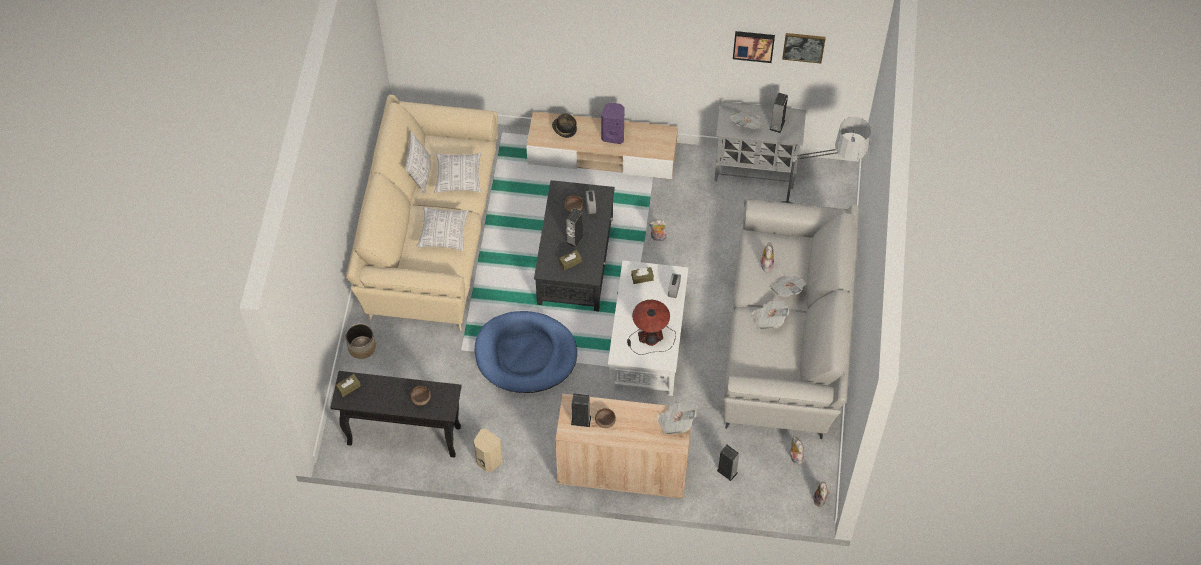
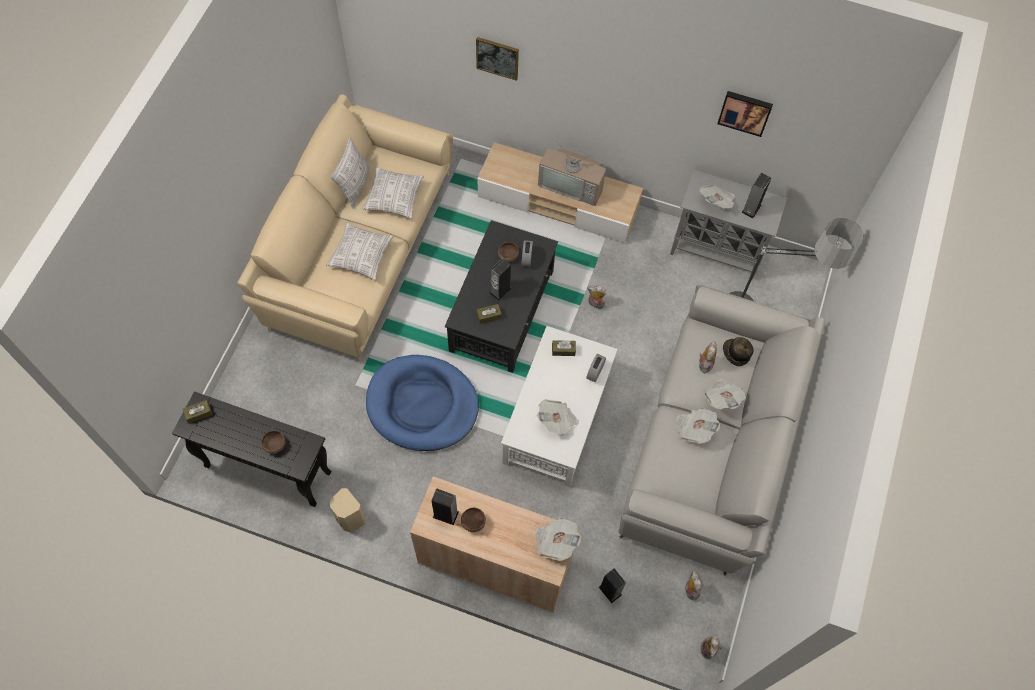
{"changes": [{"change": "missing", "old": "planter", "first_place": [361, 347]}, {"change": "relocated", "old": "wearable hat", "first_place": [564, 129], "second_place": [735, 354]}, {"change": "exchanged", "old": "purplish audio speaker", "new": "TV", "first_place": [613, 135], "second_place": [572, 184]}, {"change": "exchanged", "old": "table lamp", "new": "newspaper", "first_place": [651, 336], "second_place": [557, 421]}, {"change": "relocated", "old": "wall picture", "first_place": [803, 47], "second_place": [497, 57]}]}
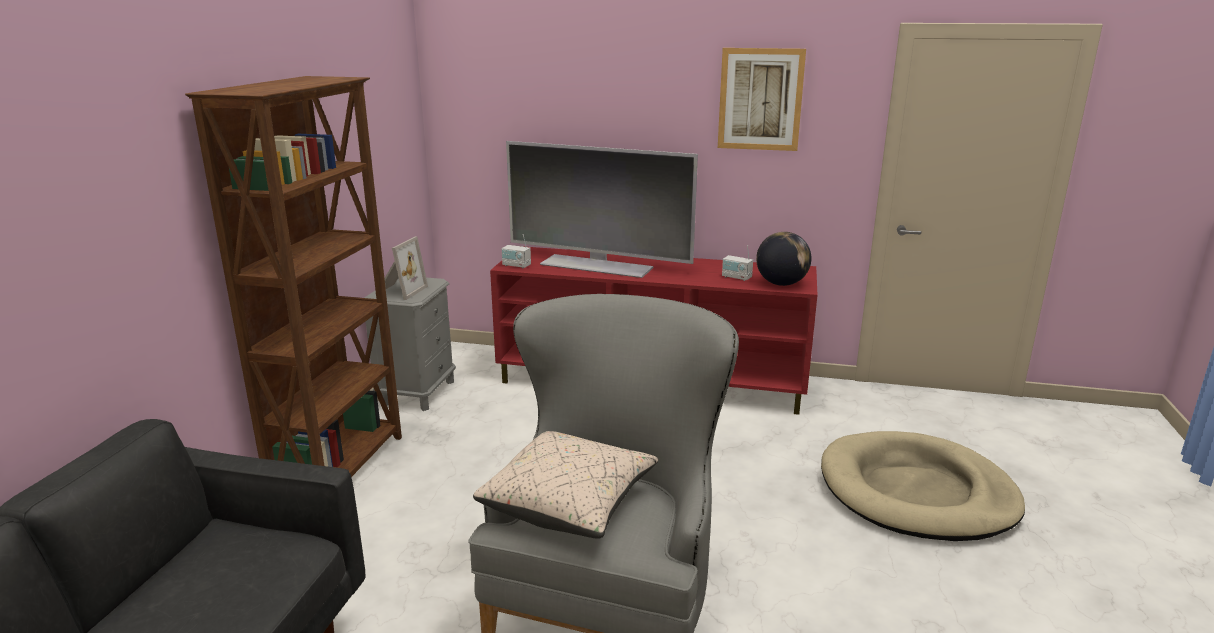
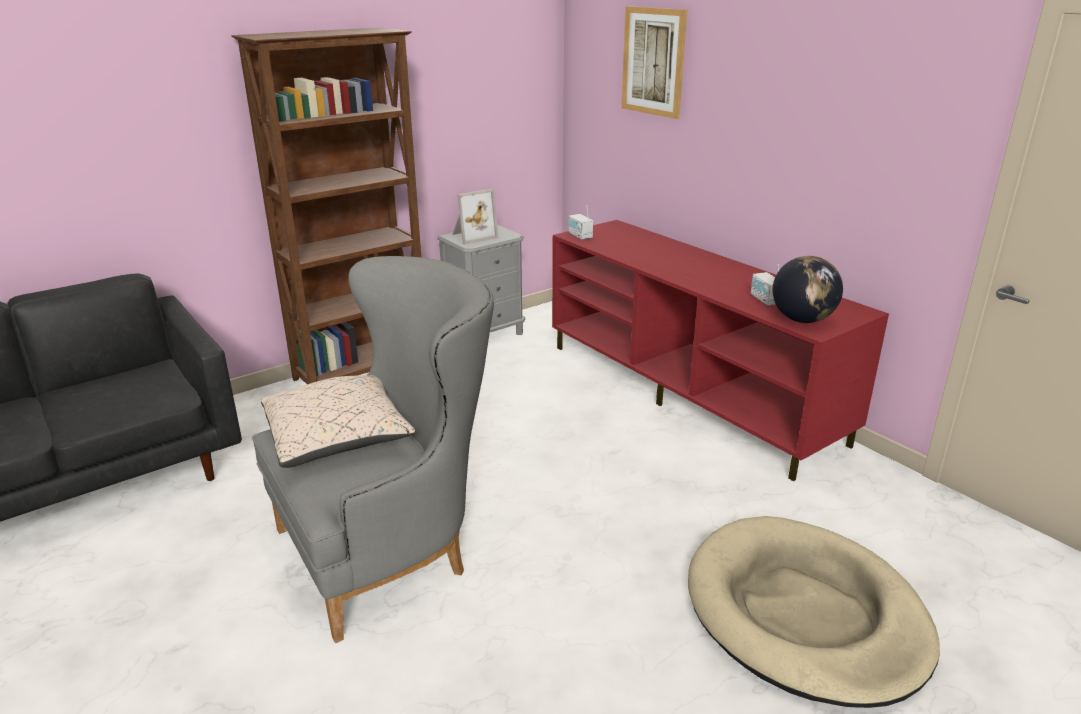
{"changes": [{"change": "missing", "old": "TV", "first_place": [597, 265]}, {"change": "relocated", "old": "wall picture", "first_place": [760, 99], "second_place": [653, 62]}]}
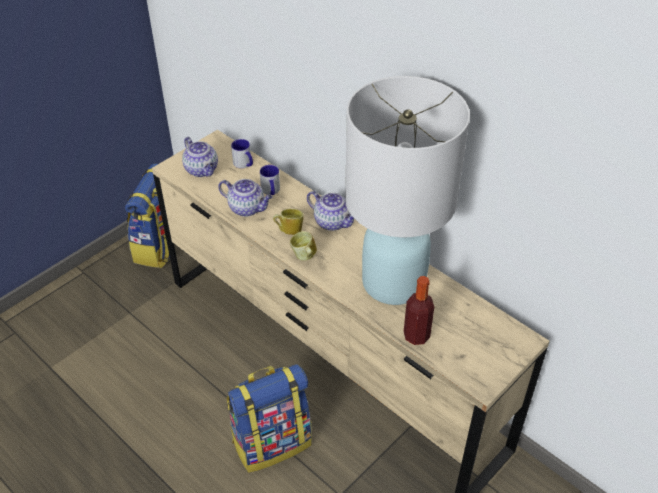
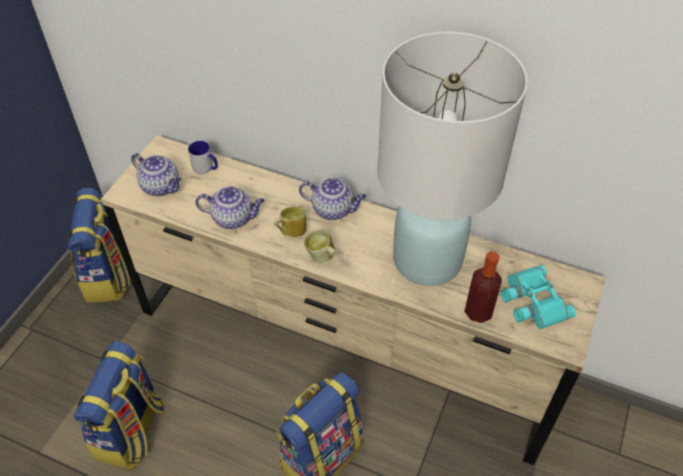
{"changes": [{"change": "missing", "old": "coffee mug", "first_place": [271, 191]}, {"change": "appeared", "new": "backpack", "second_place": [132, 432]}, {"change": "appeared", "new": "turquoise-coloured field glasses", "second_place": [532, 301]}]}
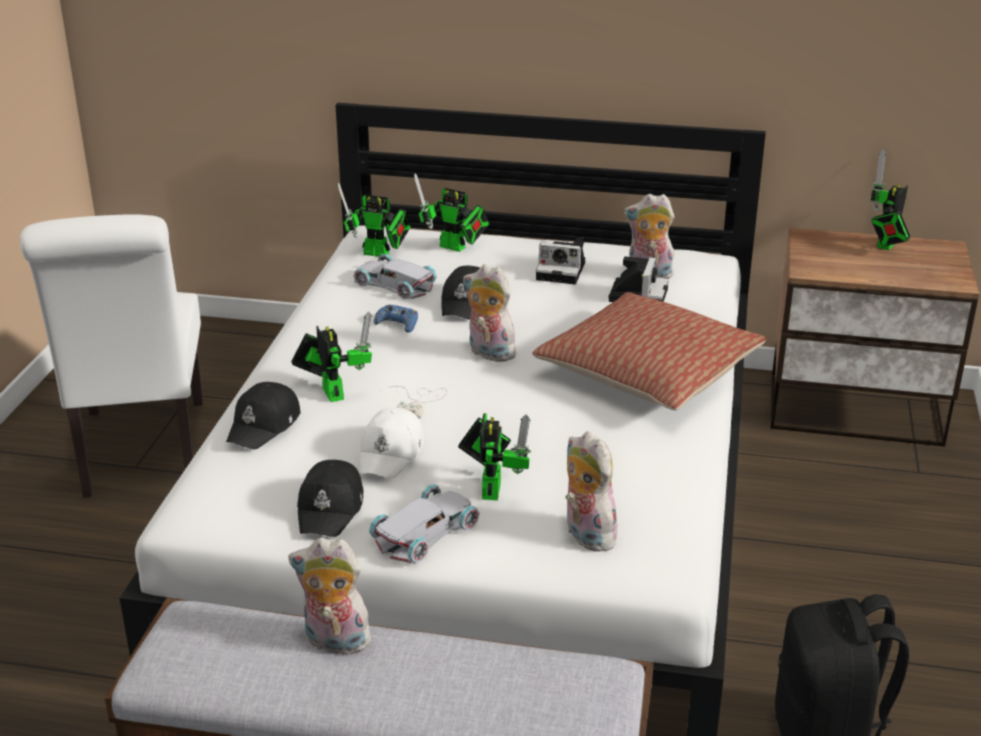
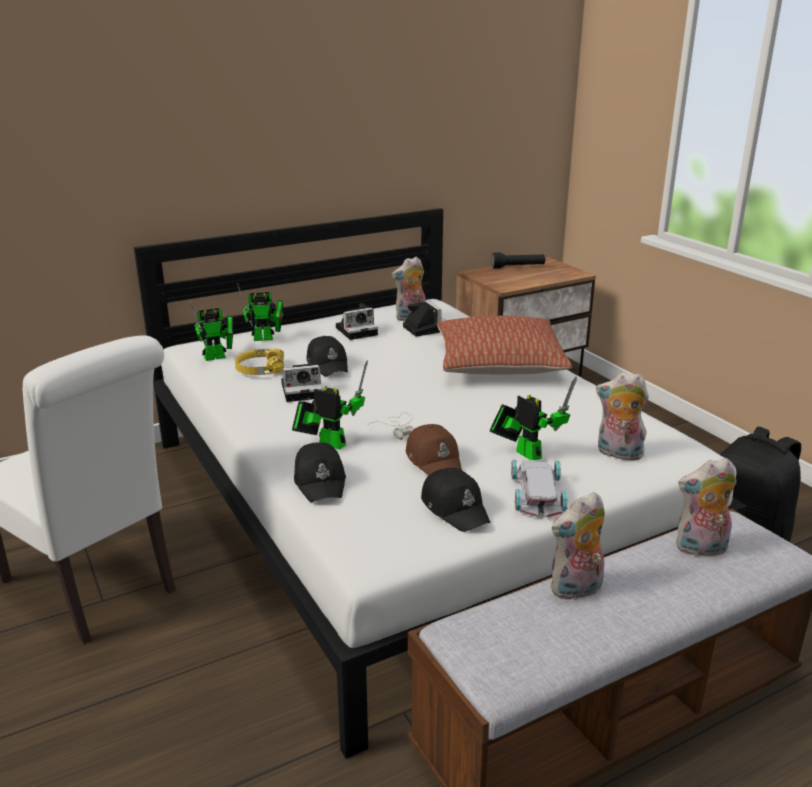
{"changes": [{"change": "exchanged", "old": "whitish model car", "new": "yellowish headset", "first_place": [395, 283], "second_place": [260, 369]}, {"change": "colour", "old": "whitish peaked cap", "new": "brownish peaked cap", "first_place": [392, 453], "second_place": [434, 460]}, {"change": "exchanged", "old": "bluish joypad", "new": "photo camera", "first_place": [397, 323], "second_place": [303, 390]}, {"change": "relocated", "old": "soft toy", "first_place": [488, 353], "second_place": [700, 549]}, {"change": "exchanged", "old": "robot figure", "new": "blackish flashlight", "first_place": [885, 246], "second_place": [518, 267]}]}
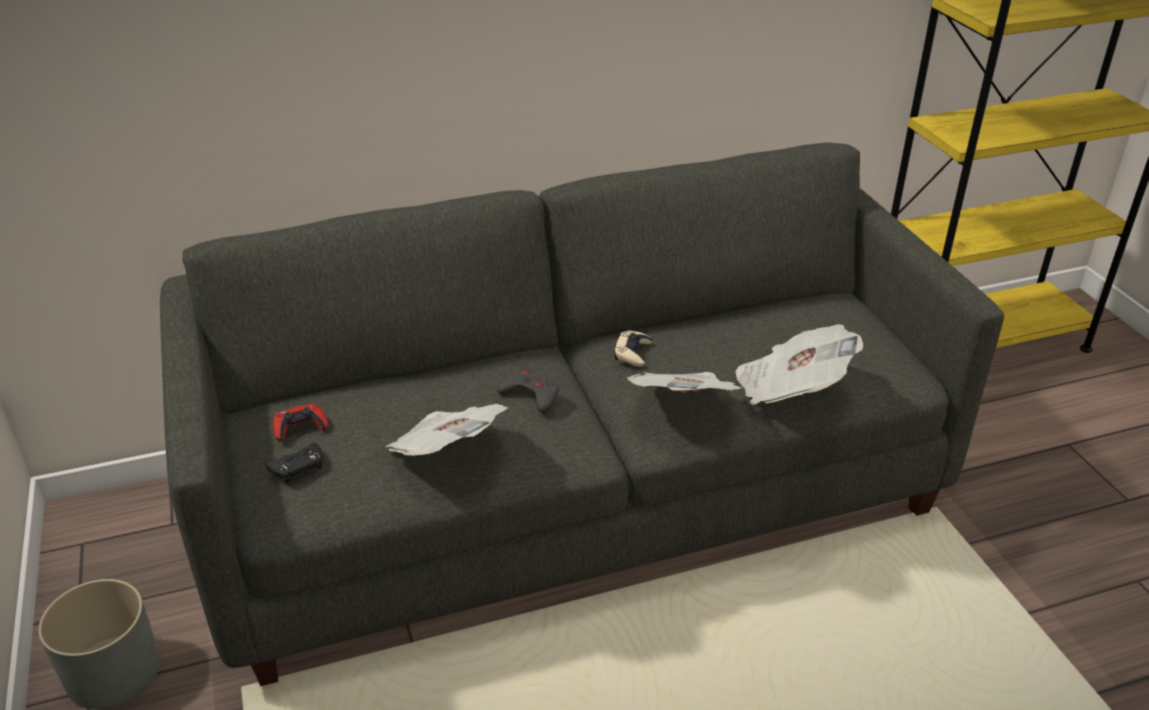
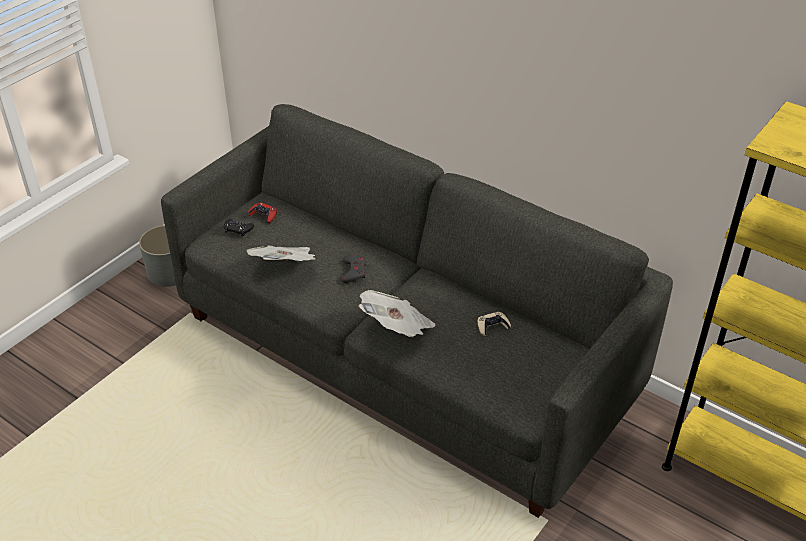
{"changes": [{"change": "relocated", "old": "beige-coloured joypad", "first_place": [632, 353], "second_place": [492, 326]}, {"change": "missing", "old": "newspaper", "first_place": [791, 388]}]}
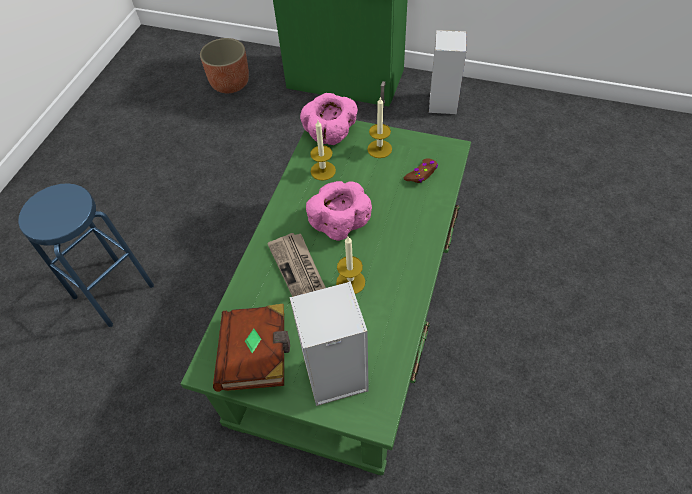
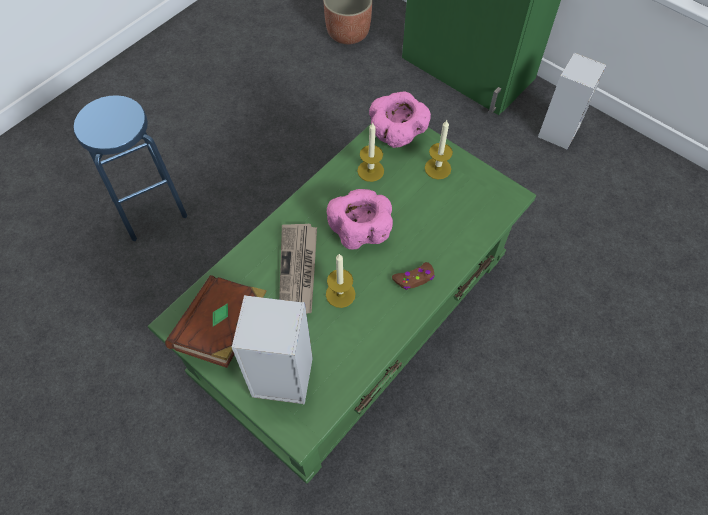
{"changes": [{"change": "relocated", "old": "brownish joypad", "first_place": [421, 174], "second_place": [414, 279]}]}
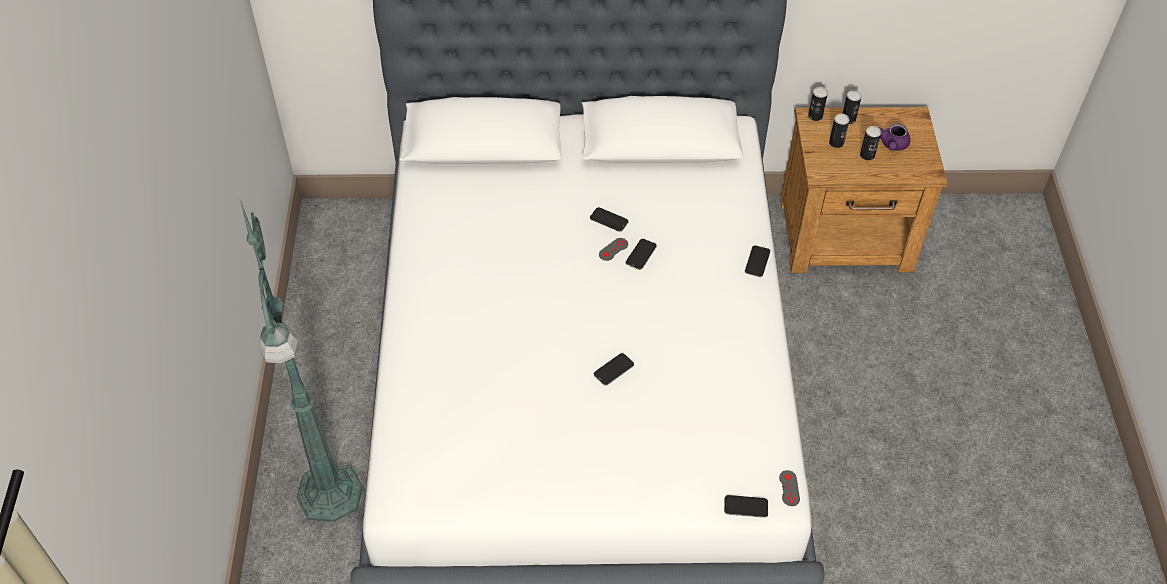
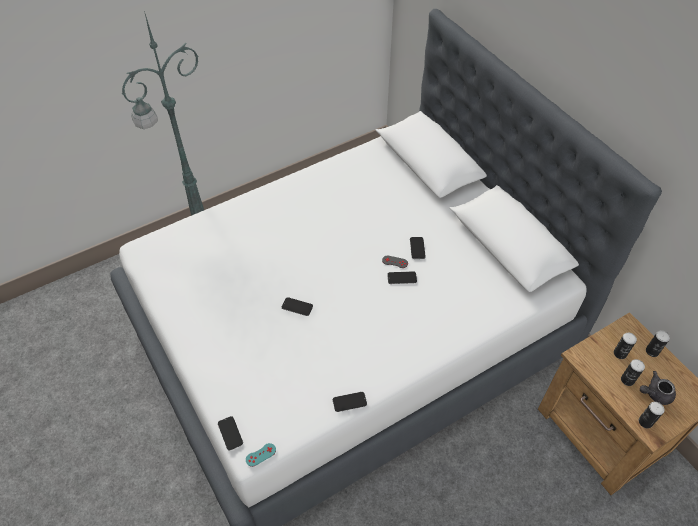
{"changes": [{"change": "relocated", "old": "phone", "first_place": [757, 262], "second_place": [349, 402]}, {"change": "colour", "old": "gray joypad", "new": "turquoise-coloured joypad", "first_place": [789, 488], "second_place": [260, 455]}, {"change": "relocated", "old": "metal can", "first_place": [815, 116], "second_place": [645, 422]}, {"change": "colour", "old": "purplish pot for tea", "new": "gray pot for tea", "first_place": [892, 145], "second_place": [655, 393]}]}
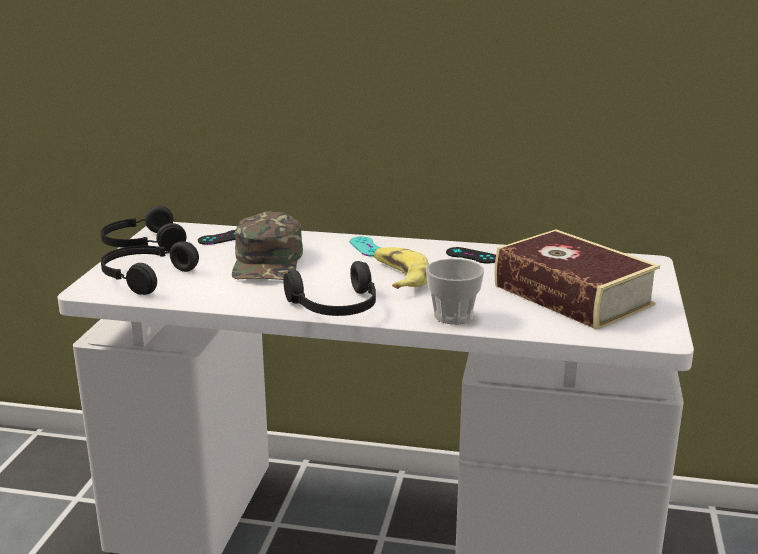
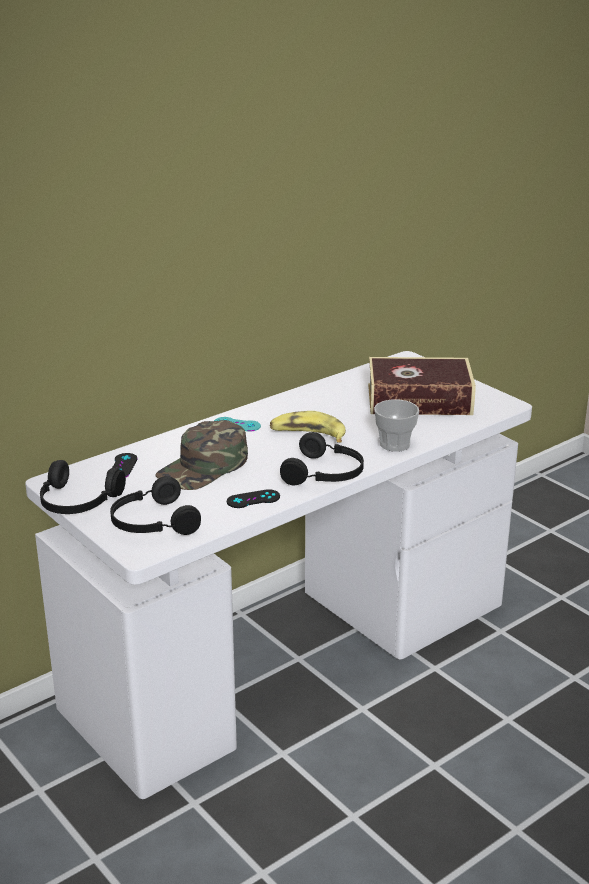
{"changes": [{"change": "spun", "old": "greenish peaked cap", "first_place": [268, 262], "second_place": [204, 467], "degrees": 90}, {"change": "relocated", "old": "blackish joypad", "first_place": [472, 256], "second_place": [253, 499]}]}
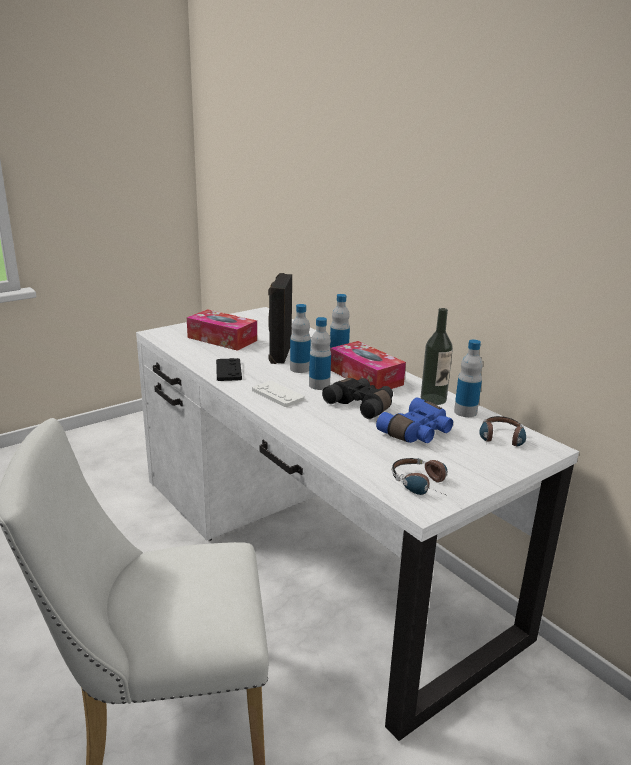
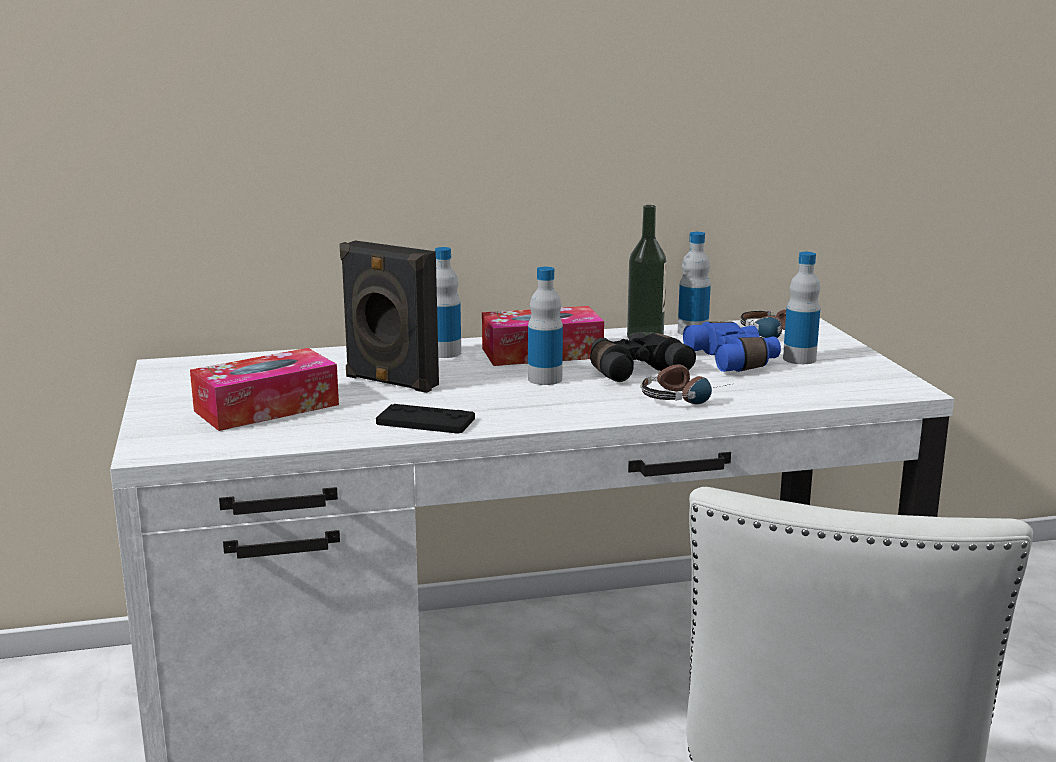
{"changes": [{"change": "missing", "old": "whitish joypad", "first_place": [277, 395]}, {"change": "relocated", "old": "beverage bottle", "first_place": [300, 369], "second_place": [799, 359]}, {"change": "relocated", "old": "headset", "first_place": [425, 485], "second_place": [684, 397]}]}
